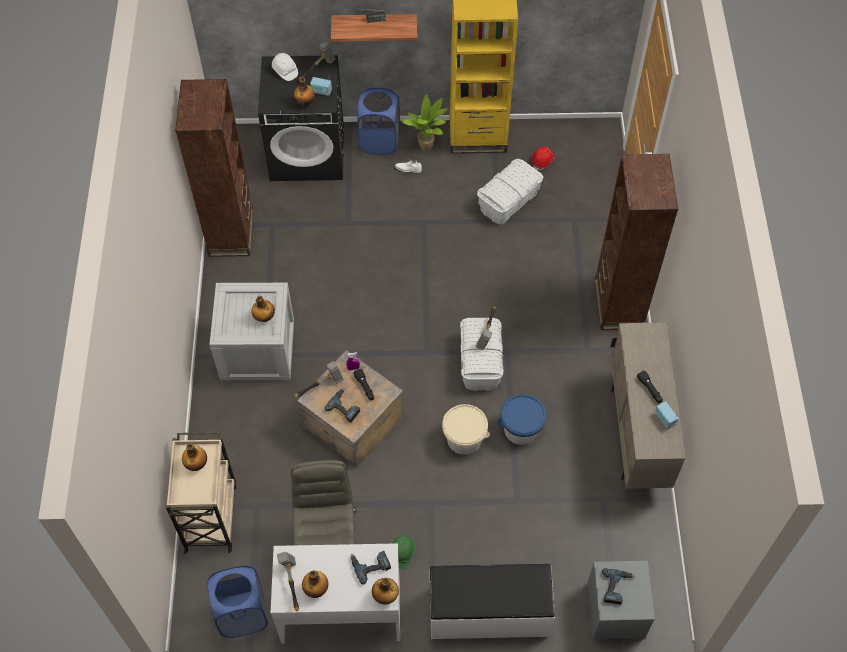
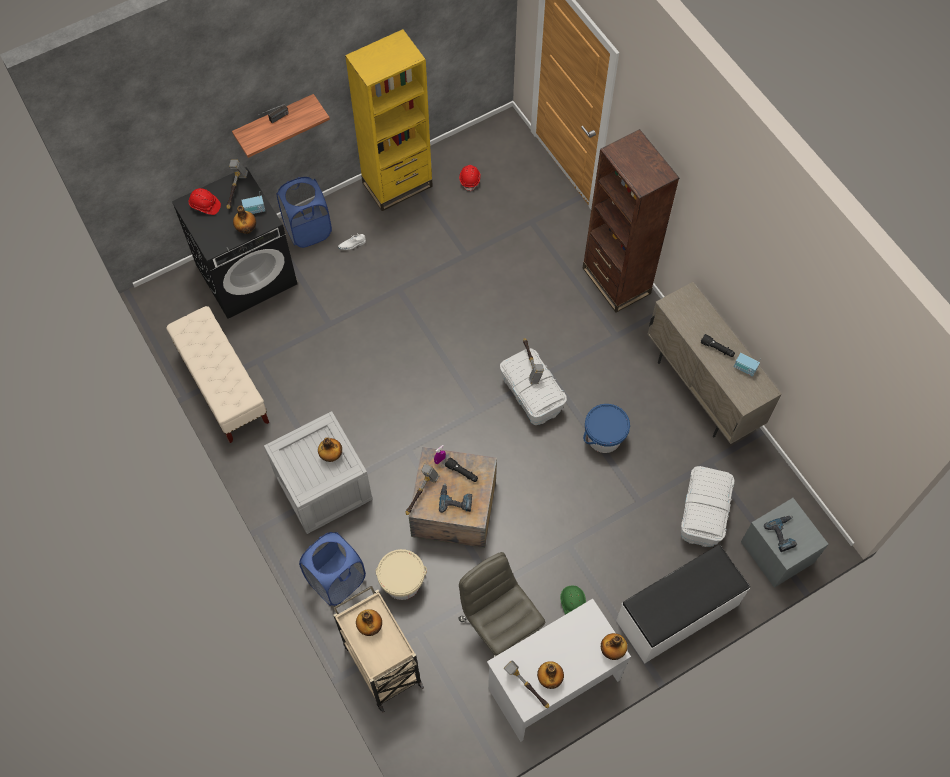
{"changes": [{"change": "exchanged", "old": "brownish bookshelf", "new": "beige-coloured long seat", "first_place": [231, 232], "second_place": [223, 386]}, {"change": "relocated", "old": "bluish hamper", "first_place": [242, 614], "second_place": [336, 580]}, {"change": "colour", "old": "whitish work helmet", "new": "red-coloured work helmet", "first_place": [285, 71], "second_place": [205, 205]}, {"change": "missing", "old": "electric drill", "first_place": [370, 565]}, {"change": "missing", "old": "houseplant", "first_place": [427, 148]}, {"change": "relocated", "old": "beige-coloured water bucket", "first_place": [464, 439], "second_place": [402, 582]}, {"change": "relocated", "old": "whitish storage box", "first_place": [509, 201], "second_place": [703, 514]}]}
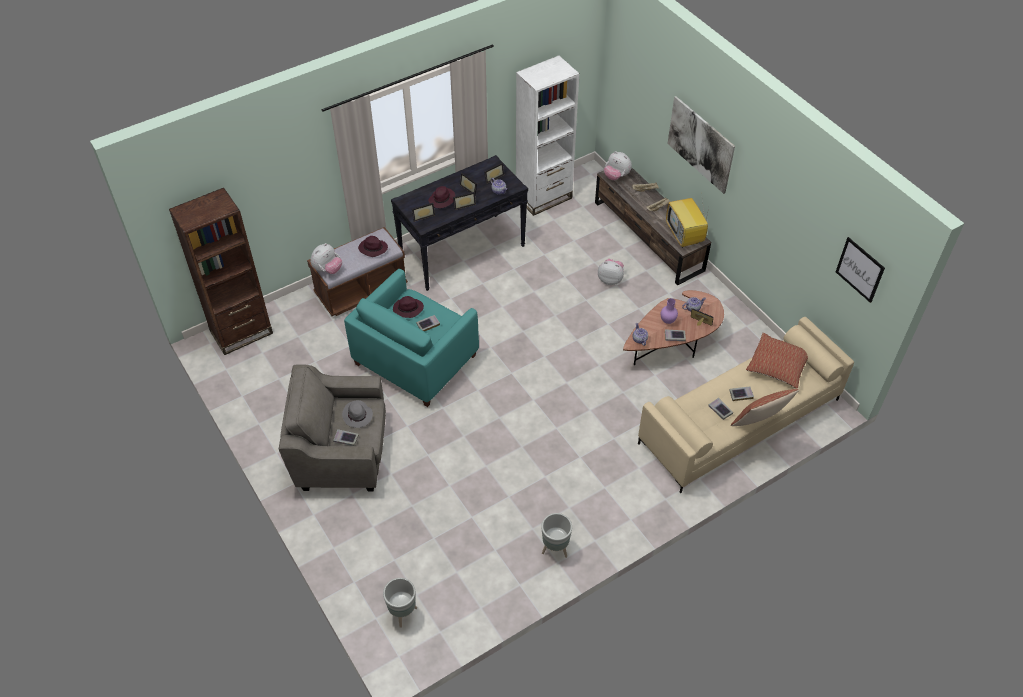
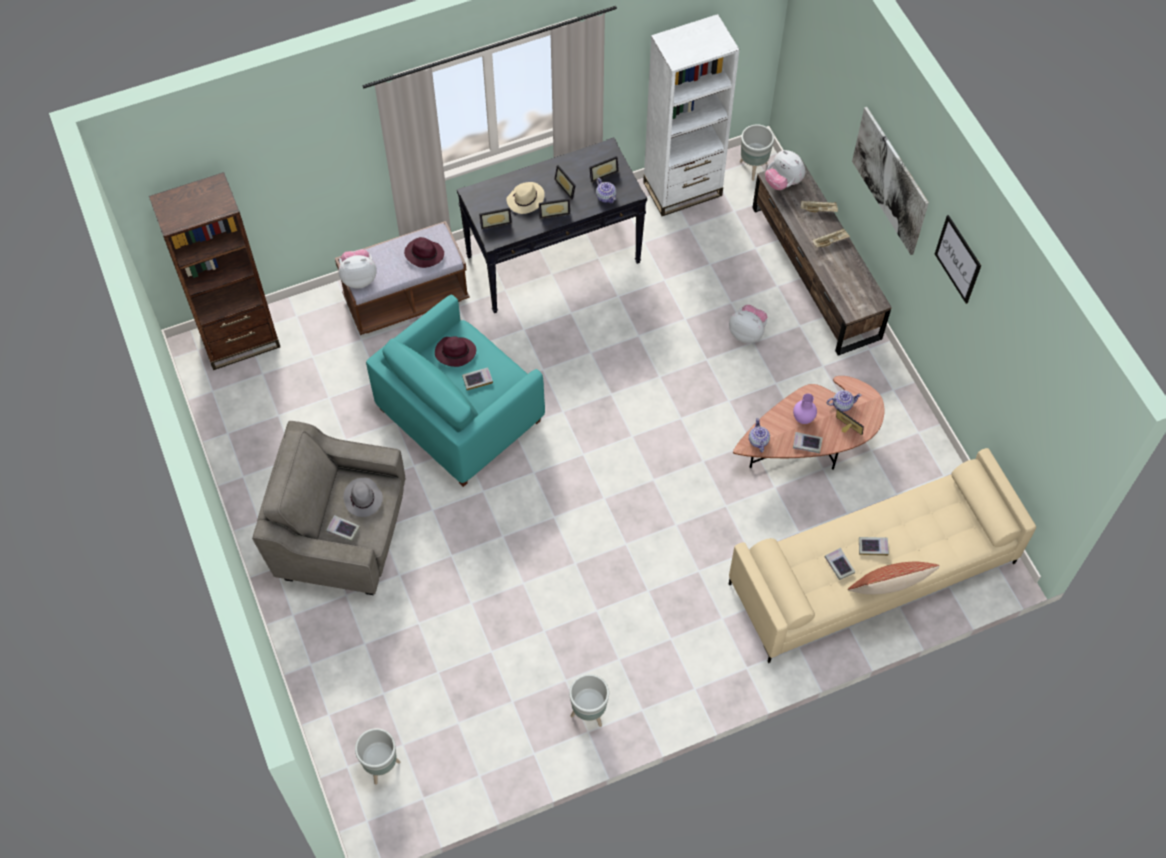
{"changes": [{"change": "spun", "old": "soft toy", "first_place": [328, 269], "second_place": [359, 278], "degrees": -150}, {"change": "colour", "old": "purplish wearable hat", "new": "beige-coloured wearable hat", "first_place": [442, 200], "second_place": [525, 200]}, {"change": "missing", "old": "TV", "first_place": [685, 236]}, {"change": "missing", "old": "throw pillow", "first_place": [777, 366]}, {"change": "relocated", "old": "wall picture", "first_place": [860, 269], "second_place": [958, 259]}, {"change": "appeared", "new": "gray planter", "second_place": [753, 168]}]}
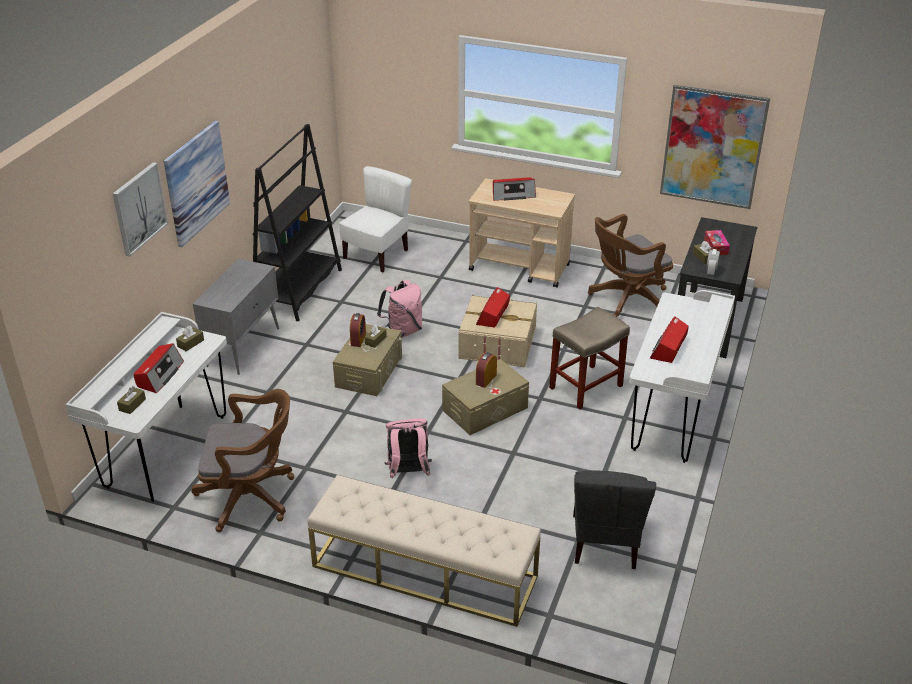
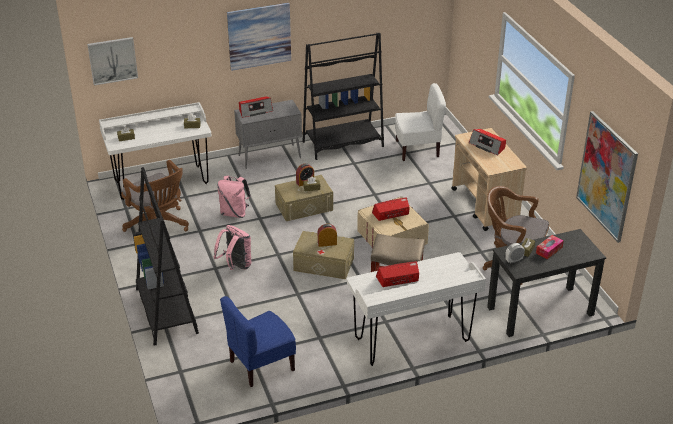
{"changes": [{"change": "relocated", "old": "wall picture", "first_place": [139, 208], "second_place": [112, 60]}, {"change": "relocated", "old": "radio", "first_place": [159, 375], "second_place": [255, 111]}, {"change": "exchanged", "old": "beige-coloured long seat", "new": "blackish bookshelf", "first_place": [424, 571], "second_place": [166, 311]}, {"change": "relocated", "old": "pinkish backpack", "first_place": [403, 331], "second_place": [234, 213]}, {"change": "colour", "old": "gray upright chair", "new": "bluish upright chair", "first_place": [605, 542], "second_place": [261, 365]}]}
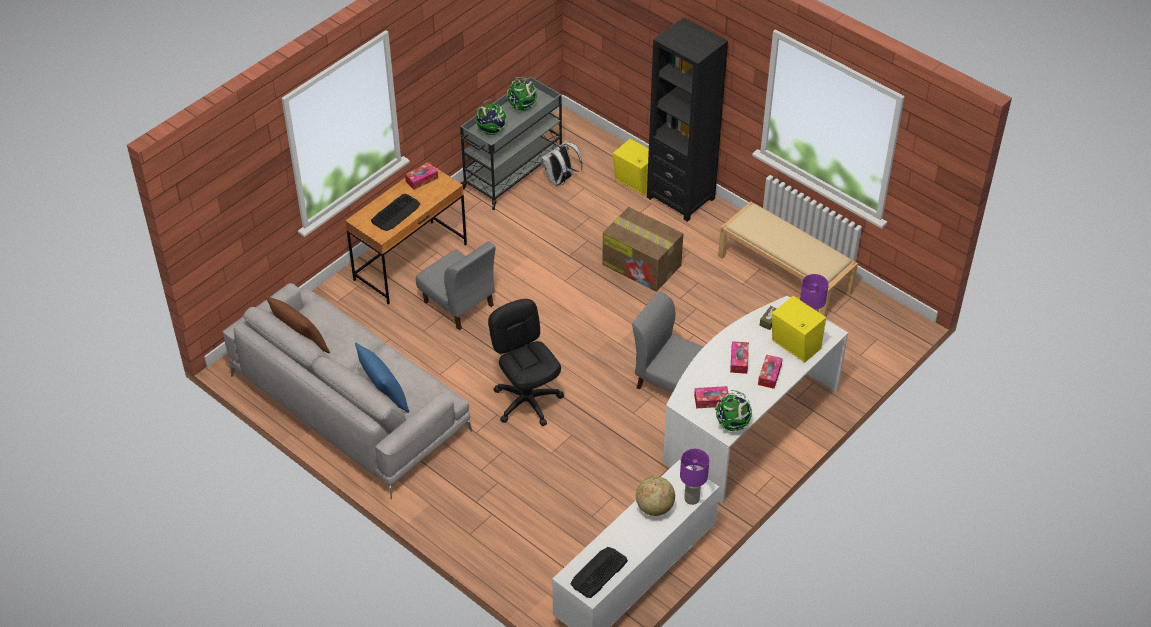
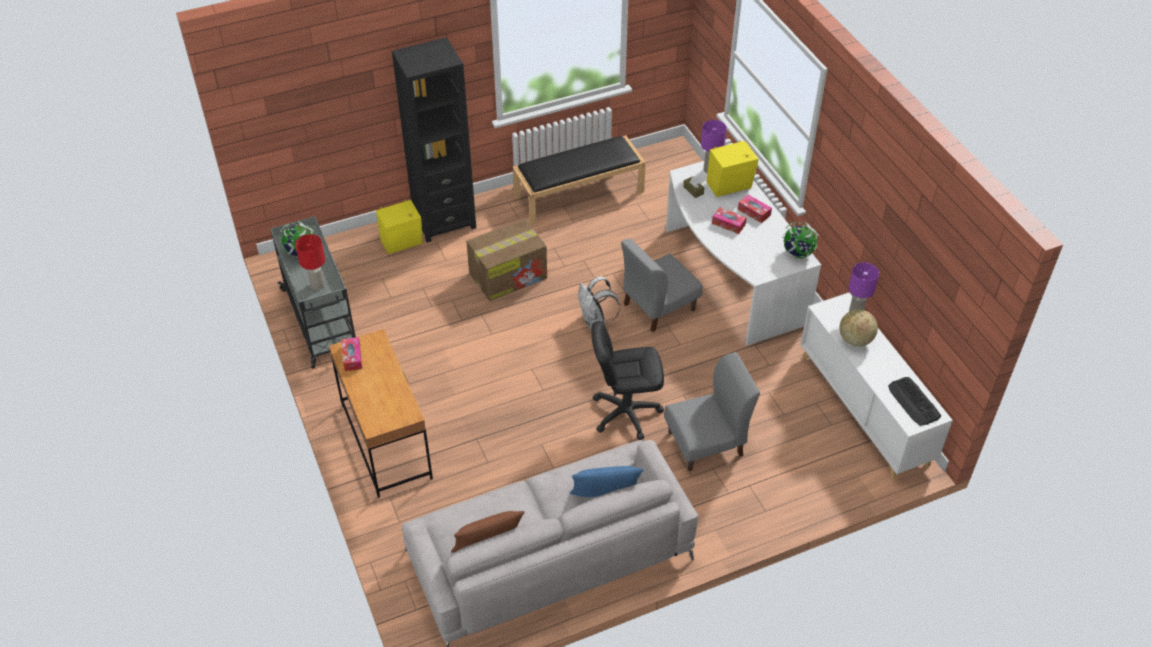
{"changes": [{"change": "missing", "old": "keyboard", "first_place": [396, 213]}, {"change": "relocated", "old": "gray upright chair", "first_place": [458, 304], "second_place": [706, 444]}, {"change": "exchanged", "old": "globe", "new": "red-coloured table lamp", "first_place": [491, 131], "second_place": [317, 285]}, {"change": "relocated", "old": "whitish backpack", "first_place": [560, 180], "second_place": [595, 321]}, {"change": "missing", "old": "tissue box", "first_place": [711, 400]}, {"change": "colour", "old": "beige-coloured long seat", "new": "blackish long seat", "first_place": [785, 274], "second_place": [579, 193]}]}
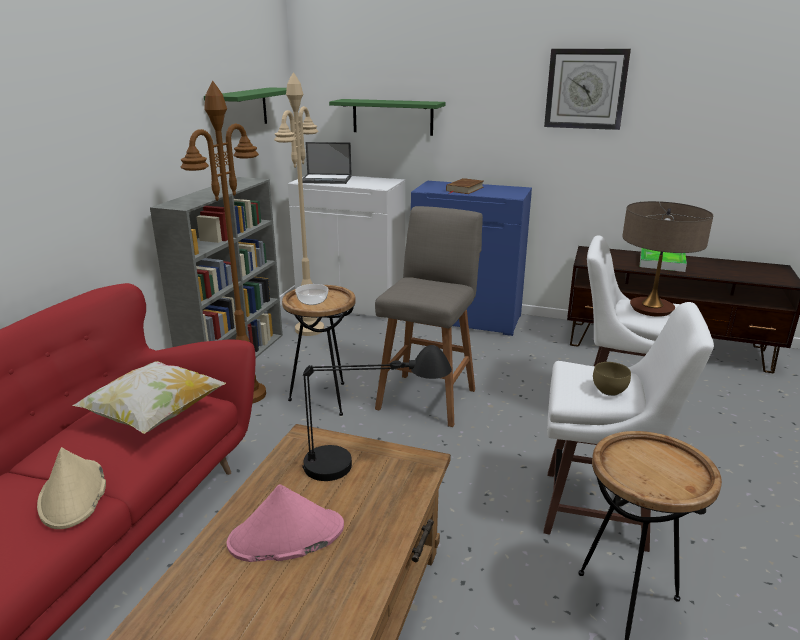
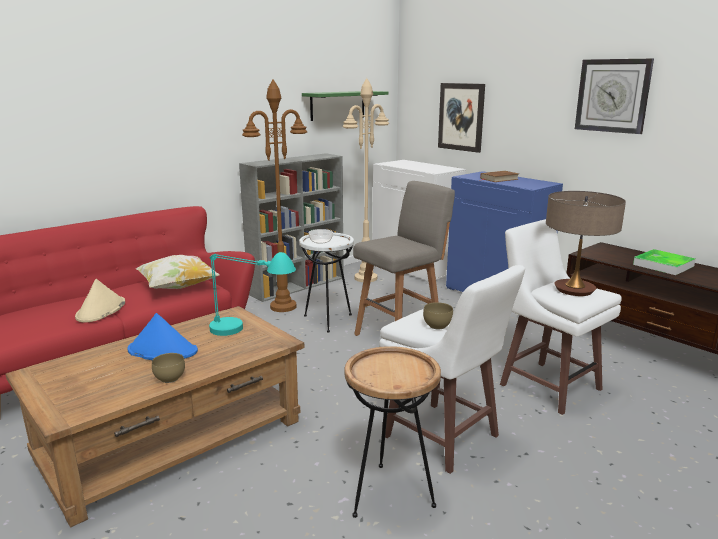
{"changes": [{"change": "colour", "old": "pinkish wearable hat", "new": "bluish wearable hat", "first_place": [286, 536], "second_place": [162, 351]}, {"change": "colour", "old": "brownish accent table", "new": "whitish accent table", "first_place": [324, 399], "second_place": [328, 320]}, {"change": "missing", "old": "notebook computer", "first_place": [327, 179]}, {"change": "colour", "old": "blackish table lamp", "new": "turquoise-coloured table lamp", "first_place": [371, 464], "second_place": [250, 334]}, {"change": "exchanged", "old": "greenish wall shelf", "new": "wall picture", "first_place": [392, 117], "second_place": [461, 117]}, {"change": "appeared", "new": "brownish serving bowl", "second_place": [170, 378]}]}
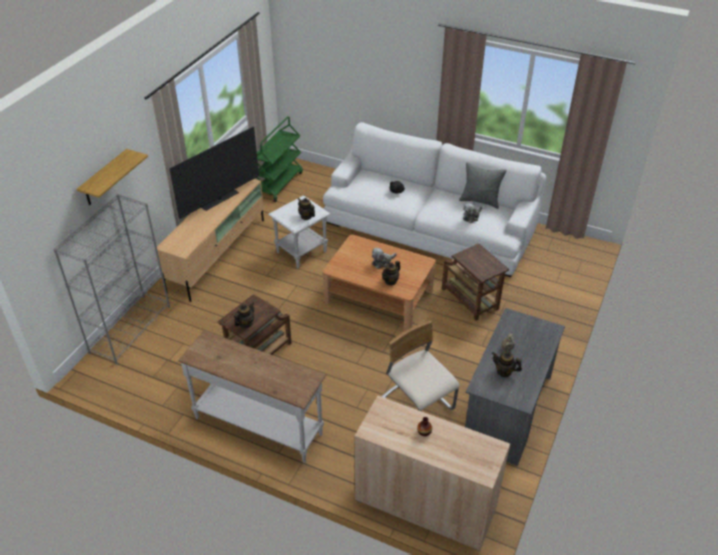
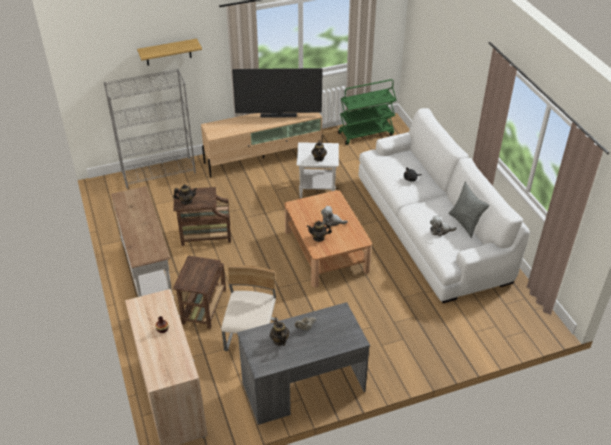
{"changes": [{"change": "relocated", "old": "brownish accent table", "first_place": [471, 300], "second_place": [203, 308]}]}
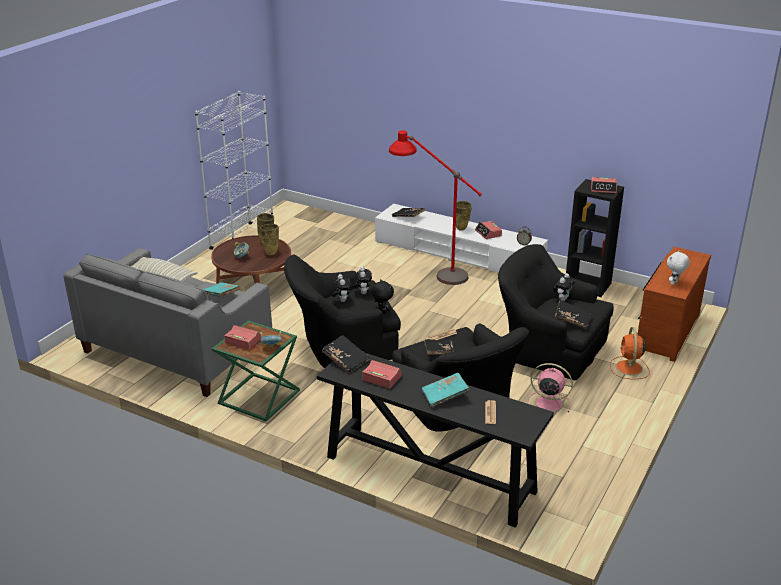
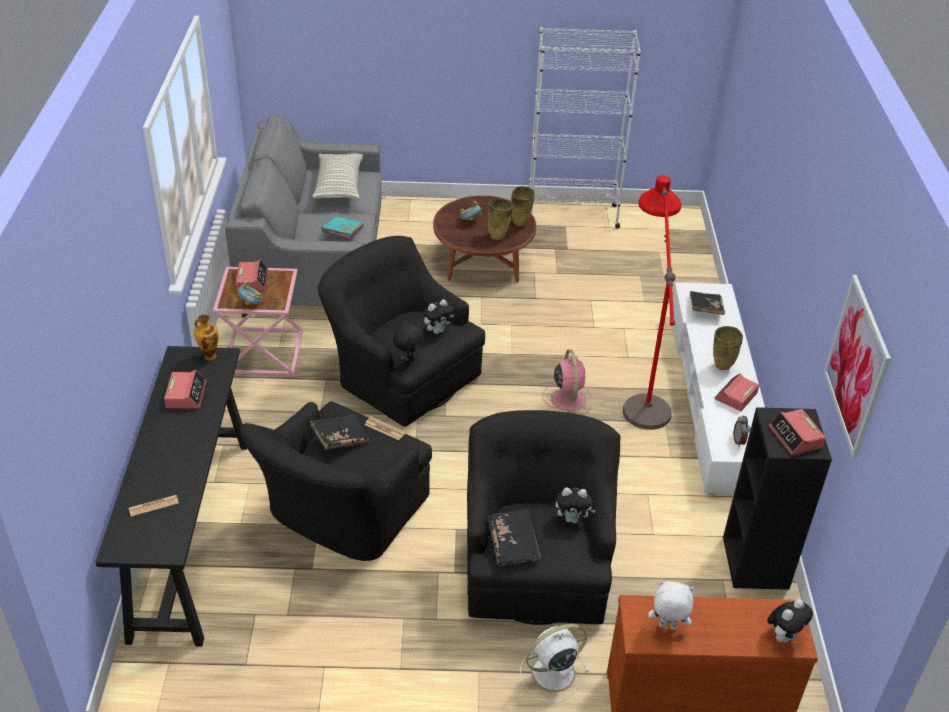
{"changes": [{"change": "colour", "old": "greenish accent table", "new": "pinkish accent table", "first_place": [257, 397], "second_place": [262, 351]}, {"change": "exchanged", "old": "blackish bound book", "new": "decorative vase", "first_place": [346, 360], "second_place": [209, 356]}, {"change": "relocated", "old": "soft toy", "first_place": [341, 300], "second_place": [784, 636]}, {"change": "missing", "old": "turquoise-coloured bound book", "first_place": [445, 396]}, {"change": "relocated", "old": "pinkish electric fan", "first_place": [547, 403], "second_place": [567, 398]}, {"change": "colour", "old": "orange electric fan", "new": "whitish electric fan", "first_place": [629, 368], "second_place": [551, 673]}, {"change": "appeared", "new": "wall picture", "second_place": [856, 365]}]}
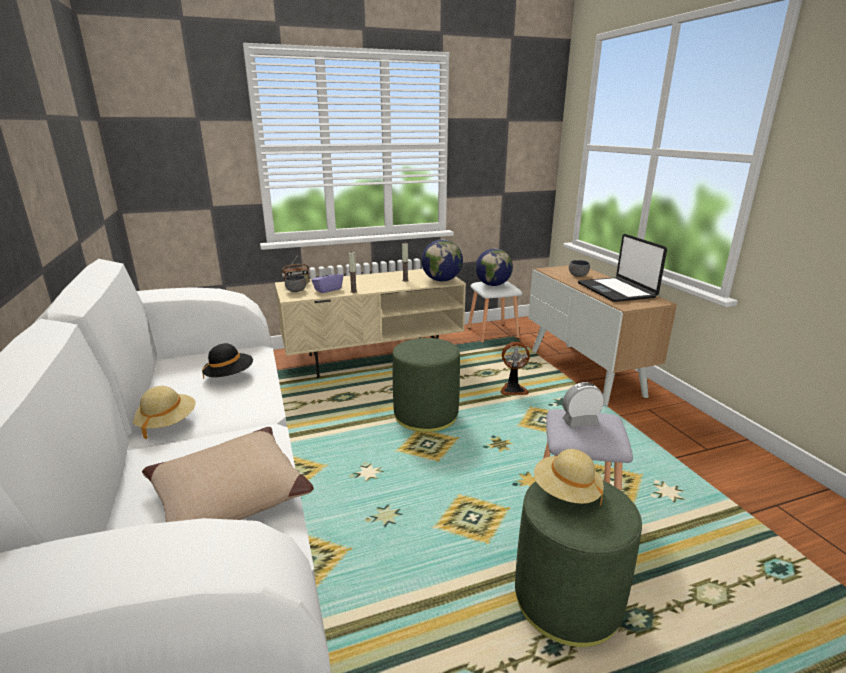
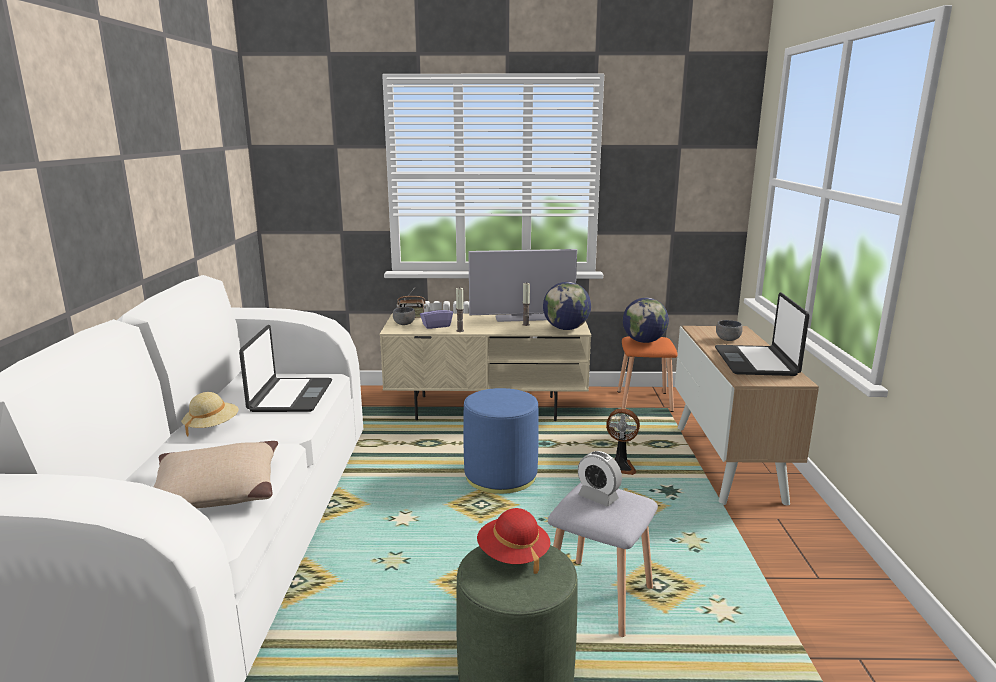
{"changes": [{"change": "exchanged", "old": "blackish wearable hat", "new": "notebook computer", "first_place": [230, 376], "second_place": [290, 396]}, {"change": "colour", "old": "greenish ottoman", "new": "bluish ottoman", "first_place": [426, 415], "second_place": [500, 476]}, {"change": "colour", "old": "whitish sitting stool", "new": "orange sitting stool", "first_place": [493, 333], "second_place": [645, 401]}, {"change": "colour", "old": "beige-coloured wearable hat", "new": "red-coloured wearable hat", "first_place": [566, 492], "second_place": [513, 555]}, {"change": "spun", "old": "table clock", "first_place": [580, 422], "second_place": [598, 497], "degrees": -150}, {"change": "appeared", "new": "TV", "second_place": [521, 318]}]}
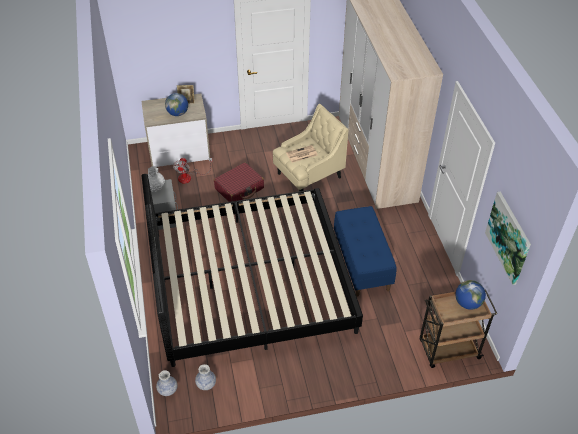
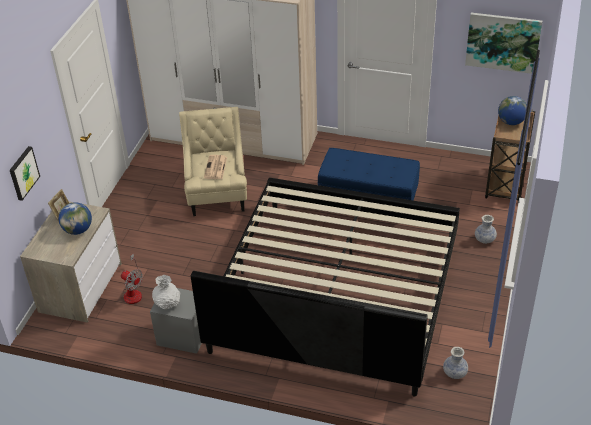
{"changes": [{"change": "relocated", "old": "decorative vase", "first_place": [167, 390], "second_place": [484, 239]}, {"change": "missing", "old": "red-coloured piece of luggage", "first_place": [239, 188]}, {"change": "appeared", "new": "wall picture", "second_place": [23, 173]}]}
